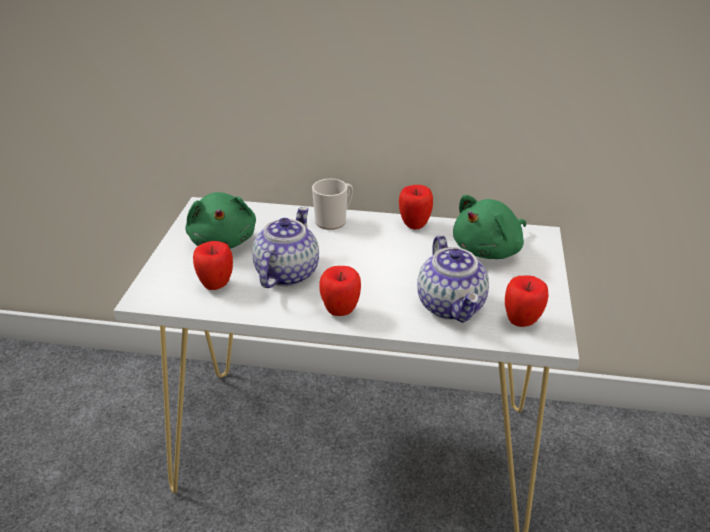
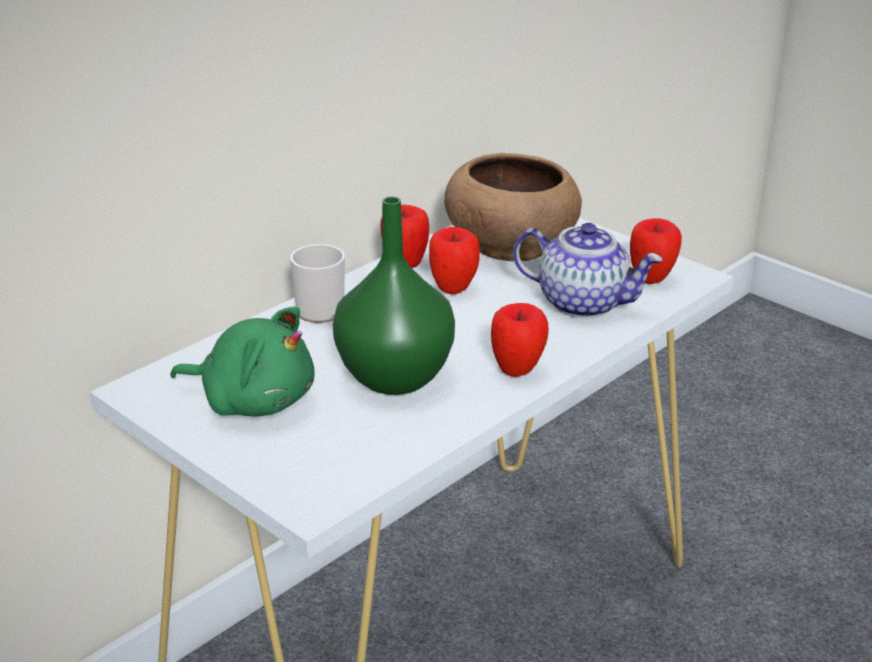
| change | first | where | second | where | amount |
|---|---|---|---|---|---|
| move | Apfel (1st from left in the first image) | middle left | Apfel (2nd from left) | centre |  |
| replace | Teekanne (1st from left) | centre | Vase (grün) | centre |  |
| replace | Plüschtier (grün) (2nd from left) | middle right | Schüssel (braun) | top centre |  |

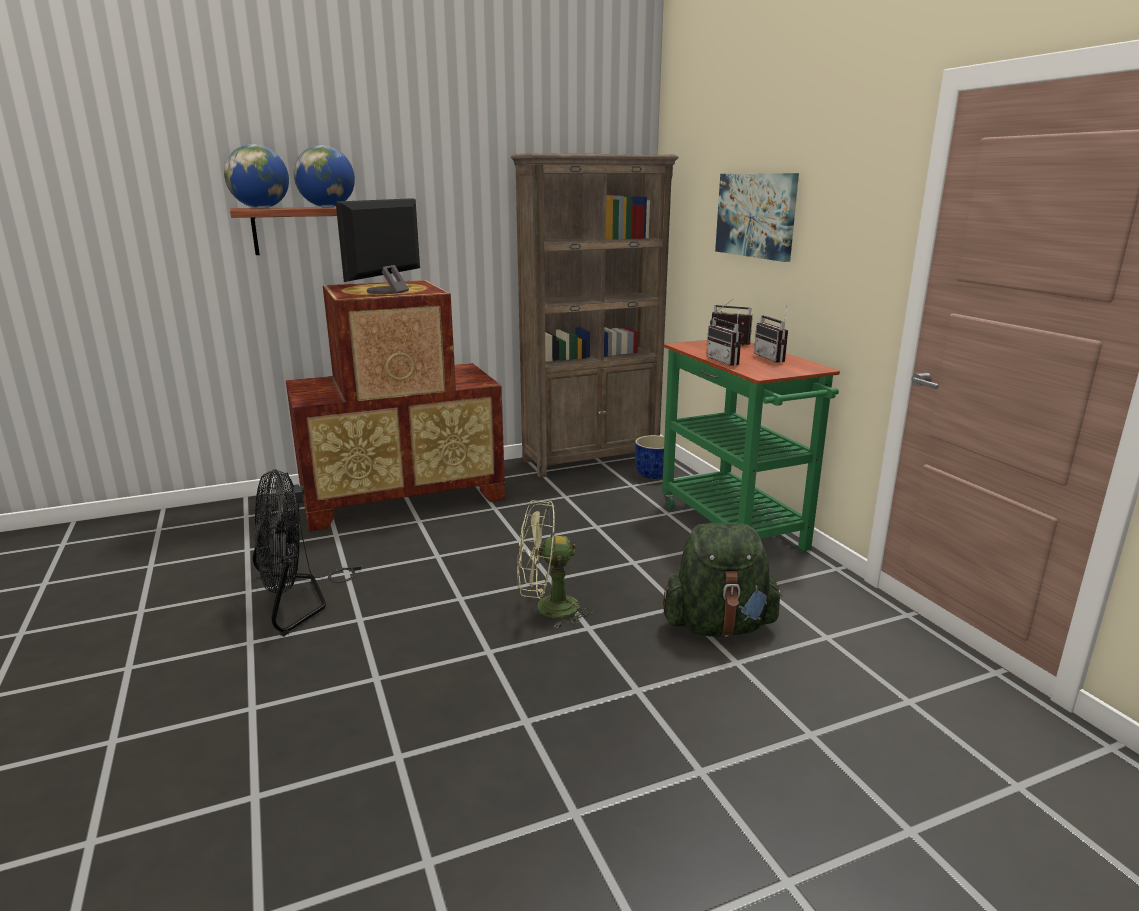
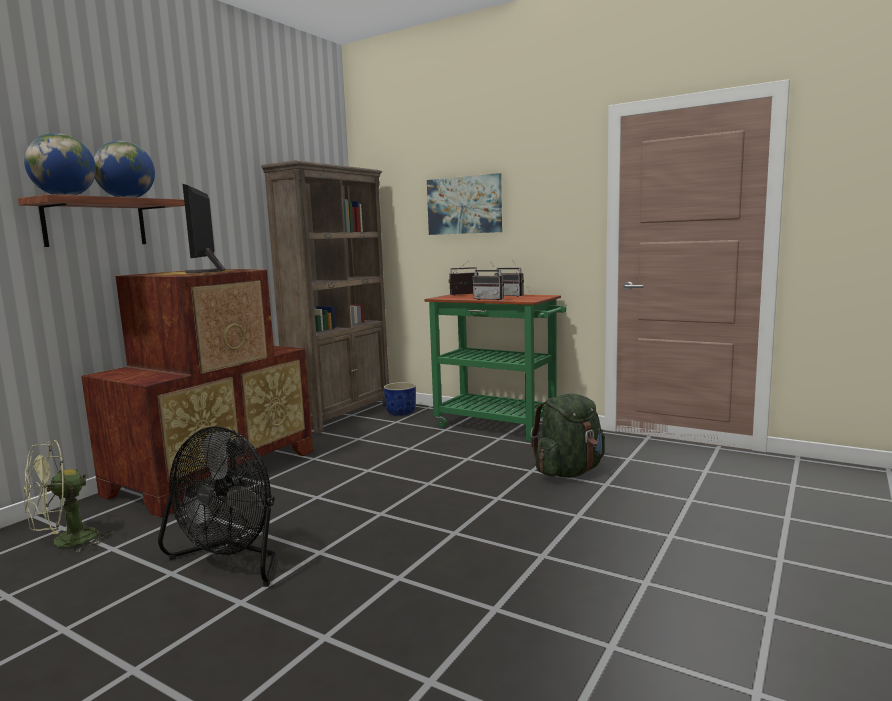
| change | first | where | second | where | amount |
|---|---|---|---|---|---|
| move | Ventilator (grün) | centre |  | bottom left |  |

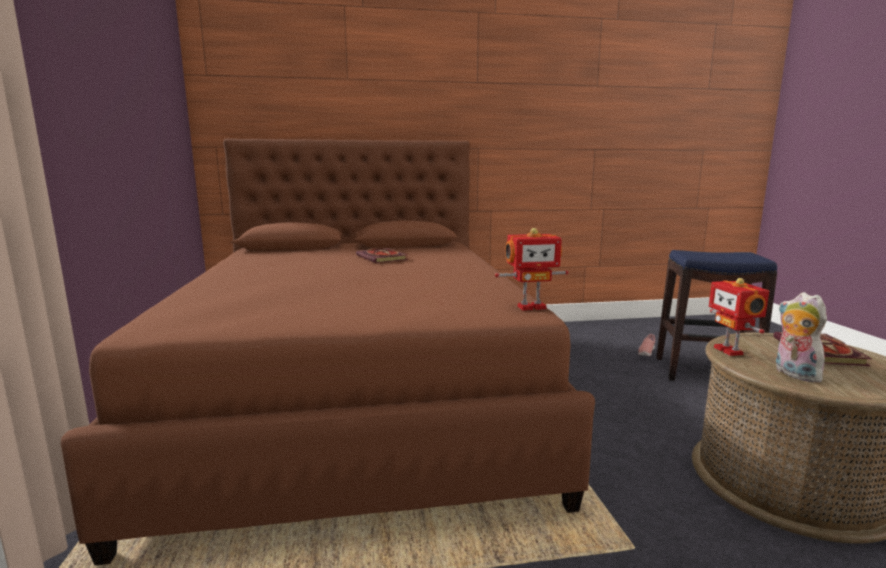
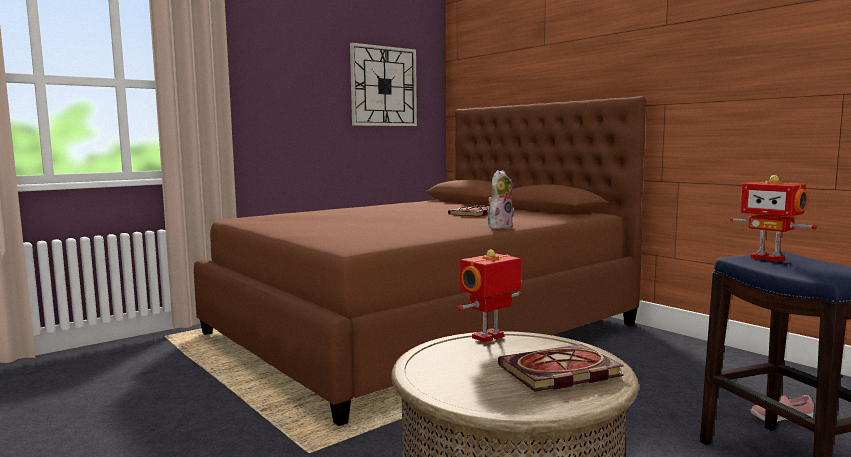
| change | first | where | second | where | amount |
|---|---|---|---|---|---|
| move | Spielzeugroboter (1st from left in the first image) | centre | Spielzeugroboter (2nd from left) | middle right |  |
| move | Plüschtier | middle right |  | centre |  |
| insert |  |  | Wanduhr | top centre |  |

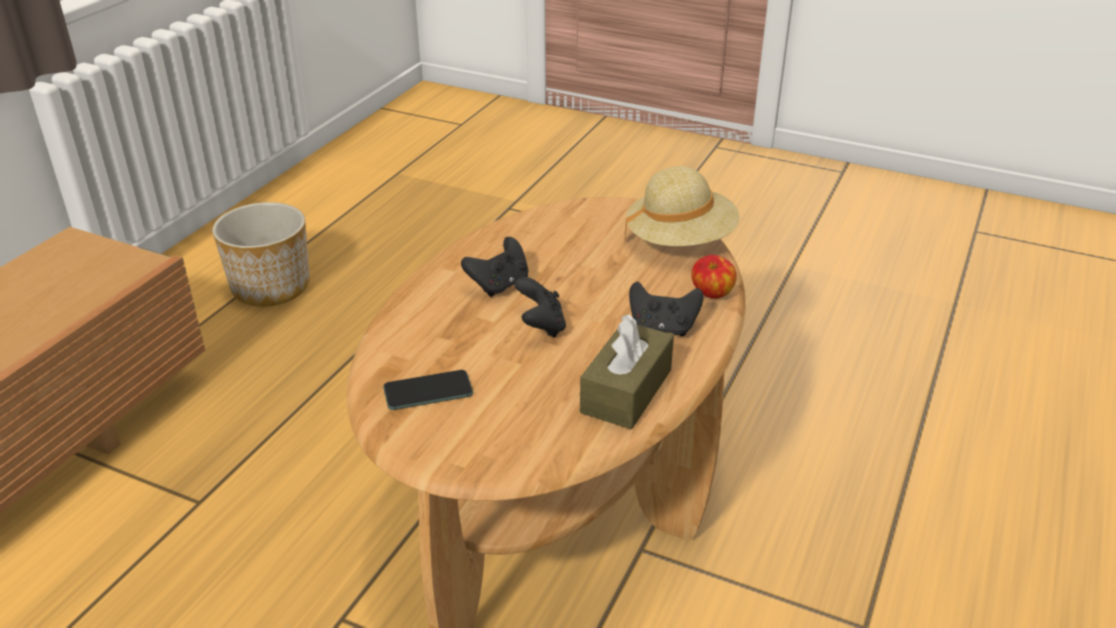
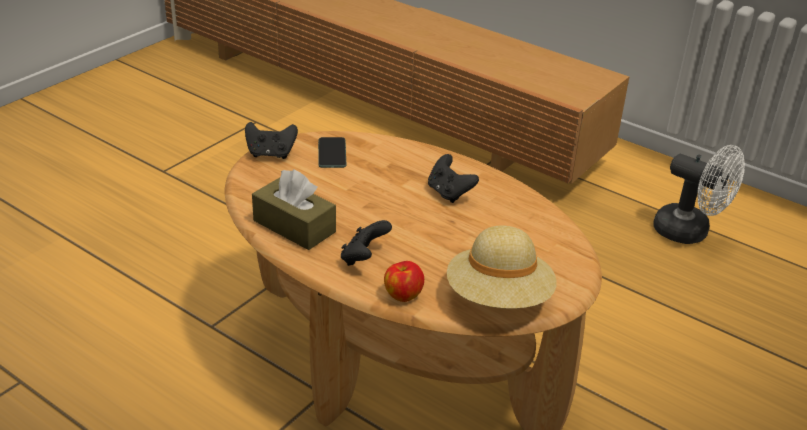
| change | first | where | second | where | amount |
|---|---|---|---|---|---|
| replace | Pflanzkübel | middle left | Ventilator (weiß) | middle right |  |
| move | Gamepad (schwarz) (2nd from left in the first image) | centre | Gamepad (schwarz) (1st from left) | top centre |  |

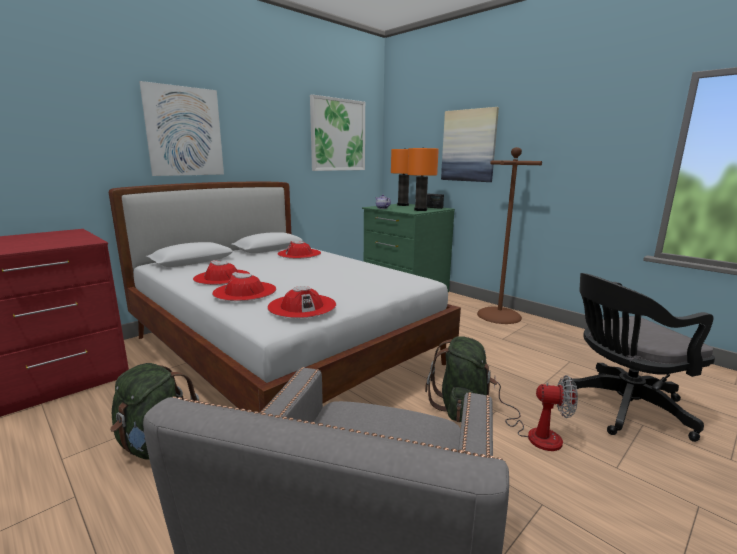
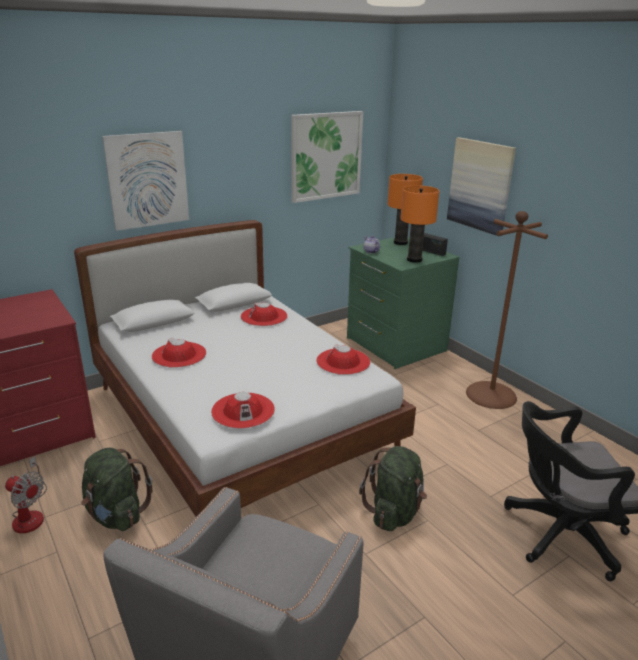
| change | first | where | second | where | amount |
|---|---|---|---|---|---|
| move | Hut (rot) (2nd from left in the first image) | middle left | Hut (rot) (4th from left) | centre |  |
| move | Ventilator | bottom right |  | bottom left |  |

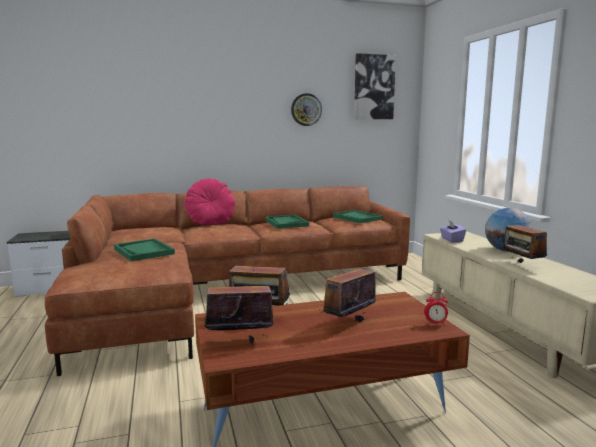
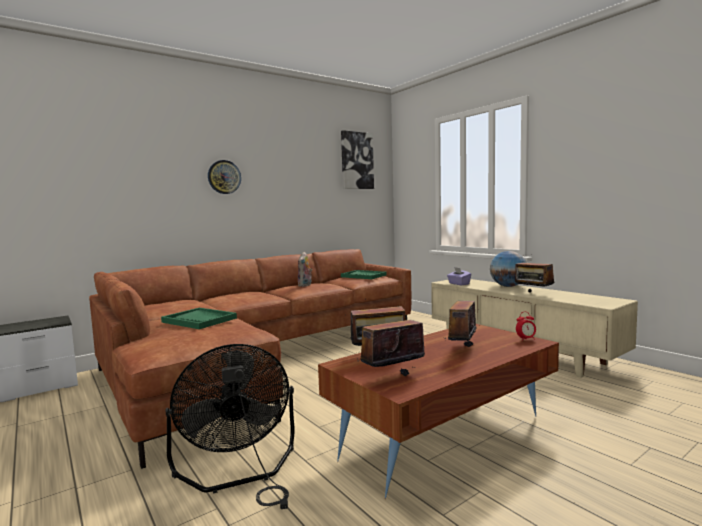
| change | first | where | second | where | amount |
|---|---|---|---|---|---|
| delete | Kissen (rosa) | centre |  |  |  |
| replace | Tablett (grün) (2nd from left) | centre | Plüschtier | centre |  |
| move | Wanduhr | top centre |  | middle left |  |
| insert |  |  | Ventilator (schwarz) | bottom left |  |

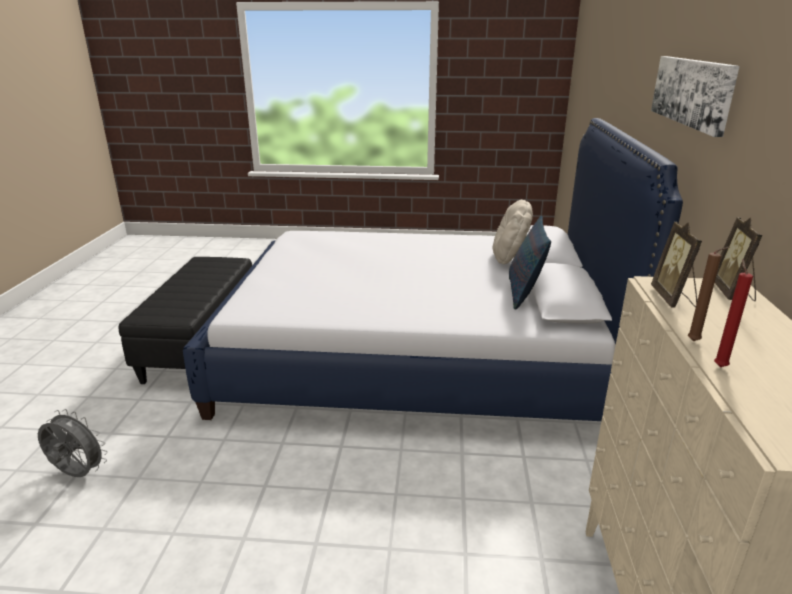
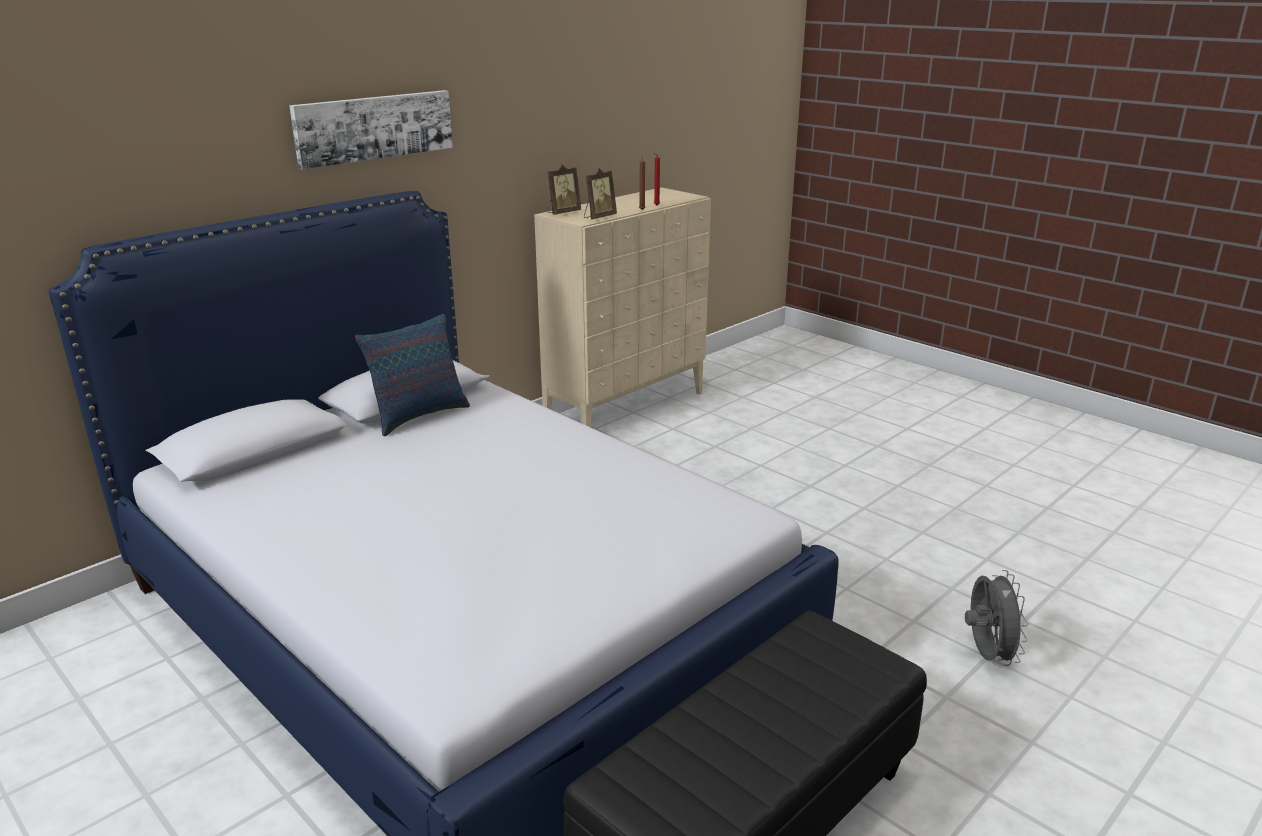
| change | first | where | second | where | amount |
|---|---|---|---|---|---|
| rotate | Ventilator (grau) | bottom left |  | bottom right | 150 degrees counterclockwise |
| delete | Kissen (beige) | centre |  |  |  |

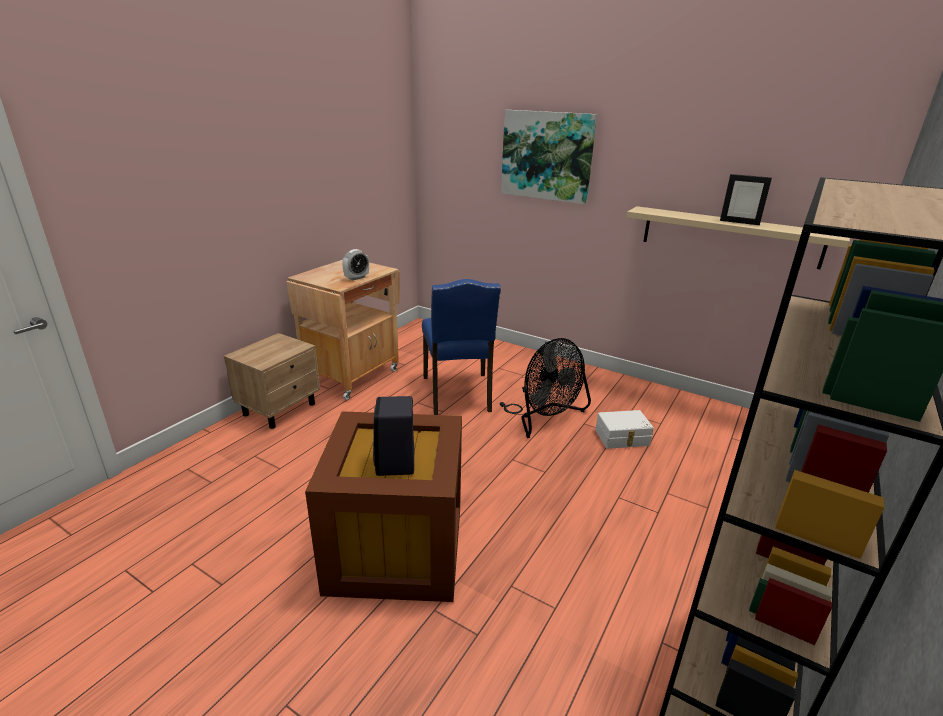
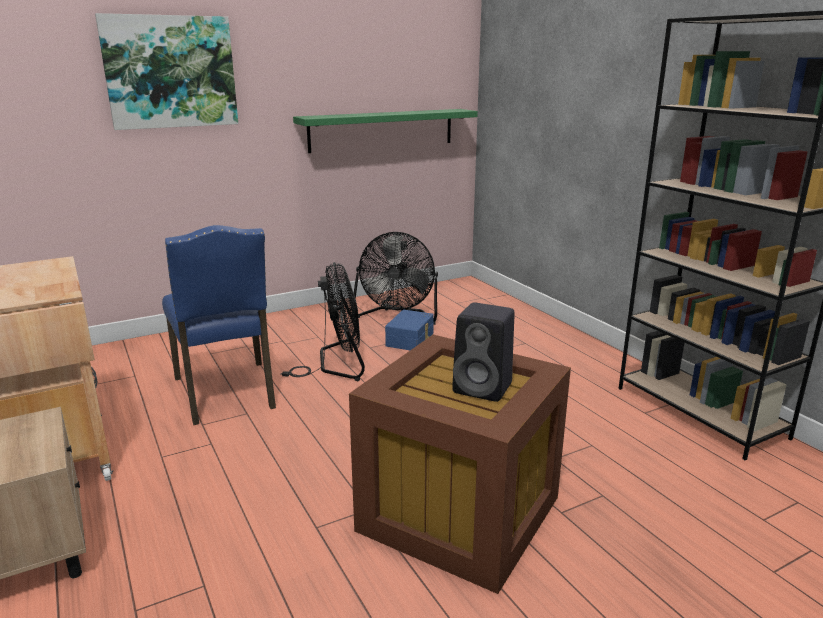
| change | first | where | second | where | amount |
|---|---|---|---|---|---|
| delete | Wecker | centre |  |  |  |
| rotate | Stuhl (blau) | centre |  | middle left | 45 degrees clockwise |
| recolor | Aufbewahrungsbox (weiß) | centre | Aufbewahrungsbox (blau) | centre |  |
| recolor | Wandregal (beige) | top right | Wandregal (grün) | top centre |  |
| delete | Bilderrahmen | top right |  |  |  |
| insert |  |  | Ventilator (schwarz) (2nd from left) | centre |  |

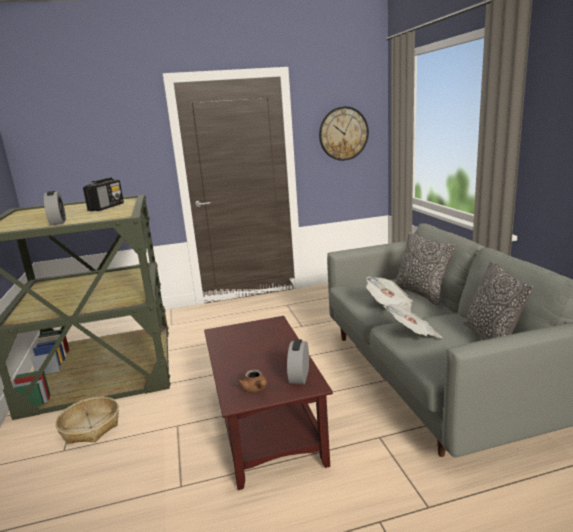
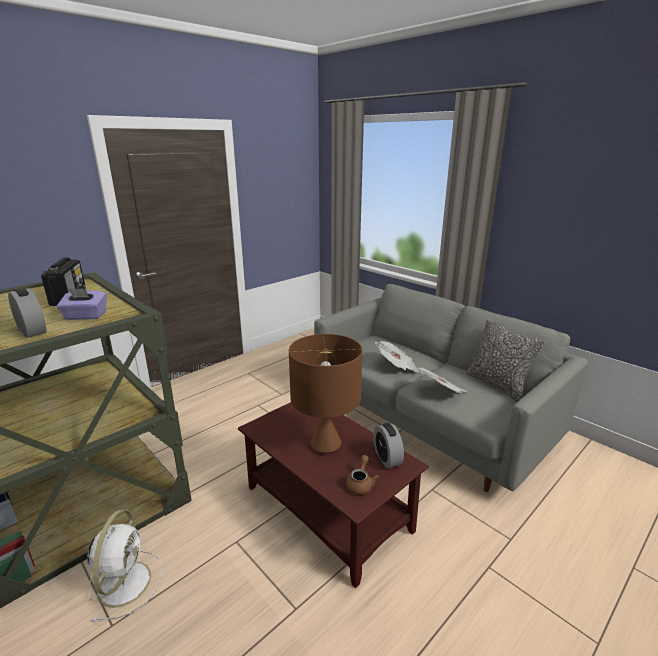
| change | first | where | second | where | amount |
|---|---|---|---|---|---|
| replace | Korb | bottom left | Ventilator (weiß) | bottom left |  |
| rotate | Teekanne (braun) | bottom centre |  | bottom centre | 105 degrees counterclockwise |
| delete | Wanduhr | top centre |  |  |  |
| delete | Kissen (1st from left) | middle right |  |  |  |
| insert |  |  | Taschentuchbox (lila) | middle left |  |
| insert |  |  | Tischlampe (braun) | centre |  |

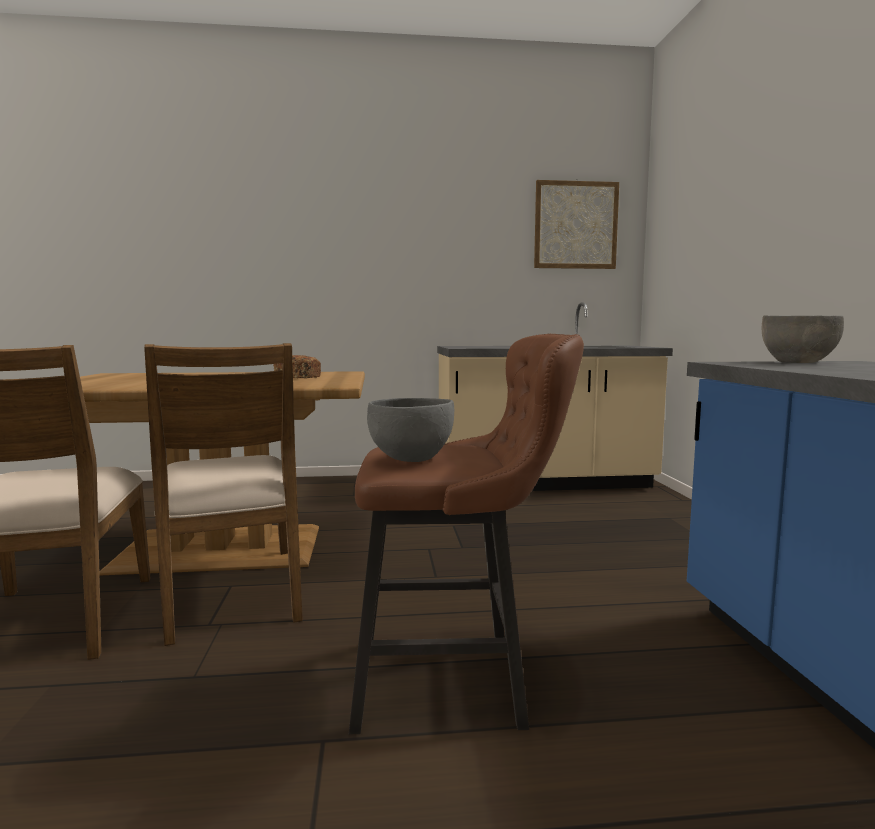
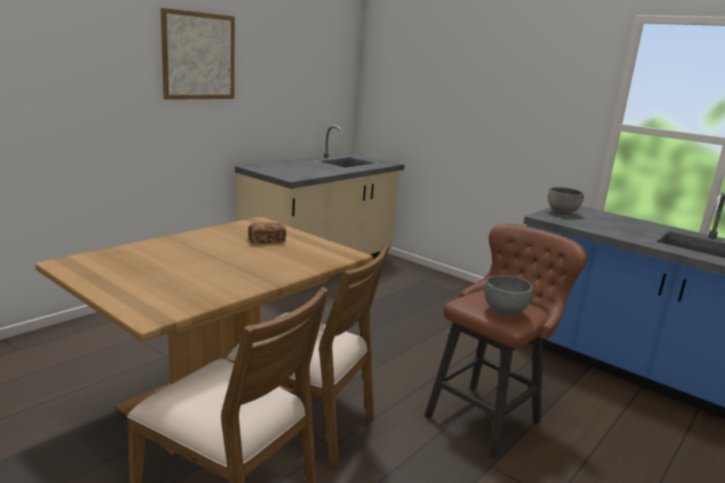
| change | first | where | second | where | amount |
|---|---|---|---|---|---|
| move | Bild | top centre |  | top left |  |

